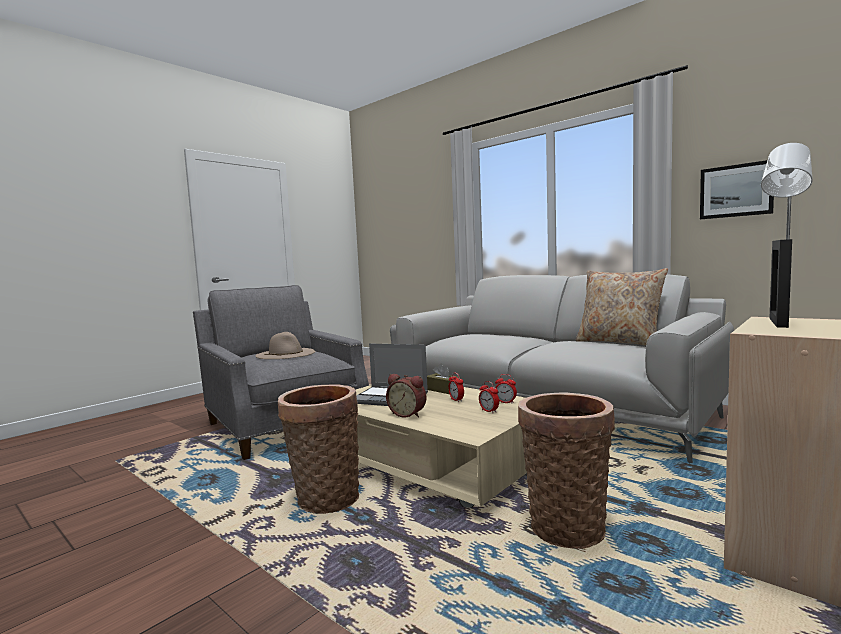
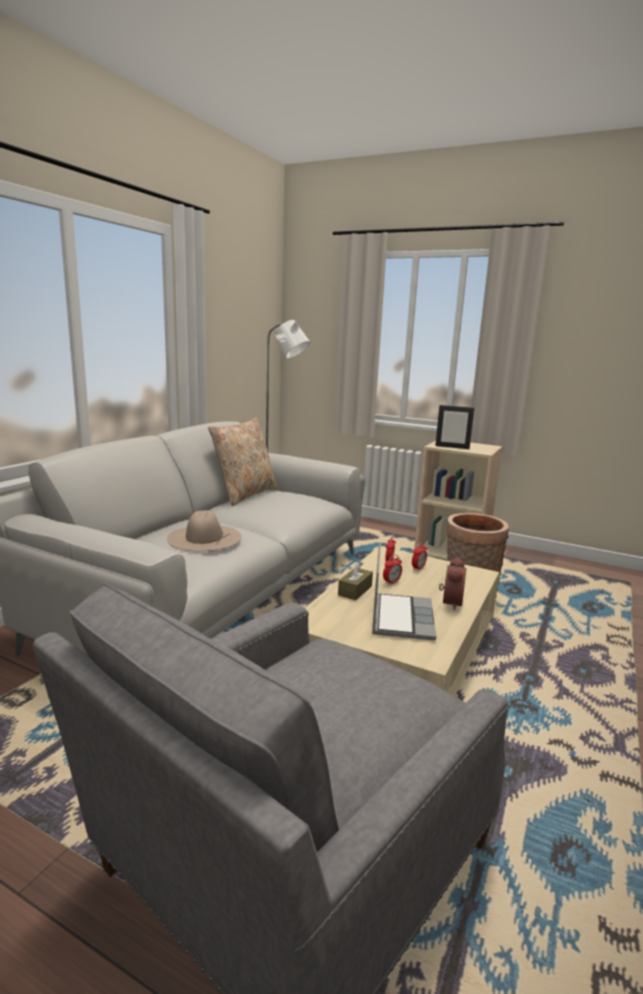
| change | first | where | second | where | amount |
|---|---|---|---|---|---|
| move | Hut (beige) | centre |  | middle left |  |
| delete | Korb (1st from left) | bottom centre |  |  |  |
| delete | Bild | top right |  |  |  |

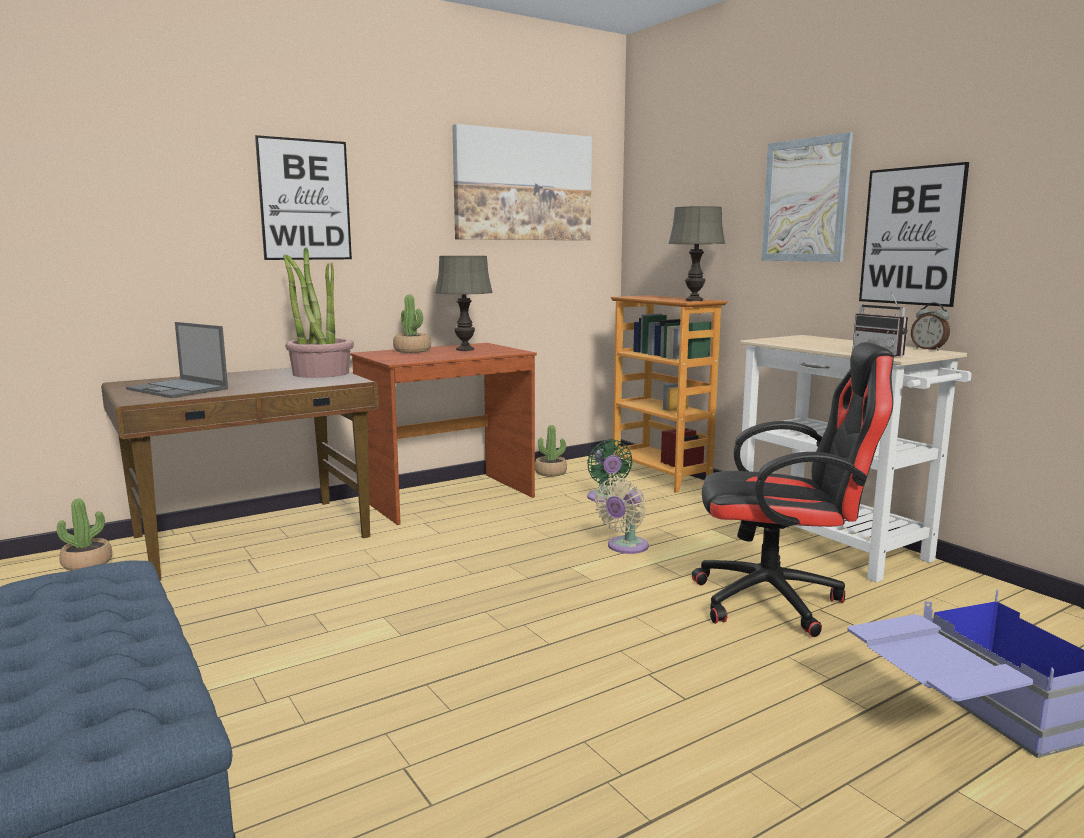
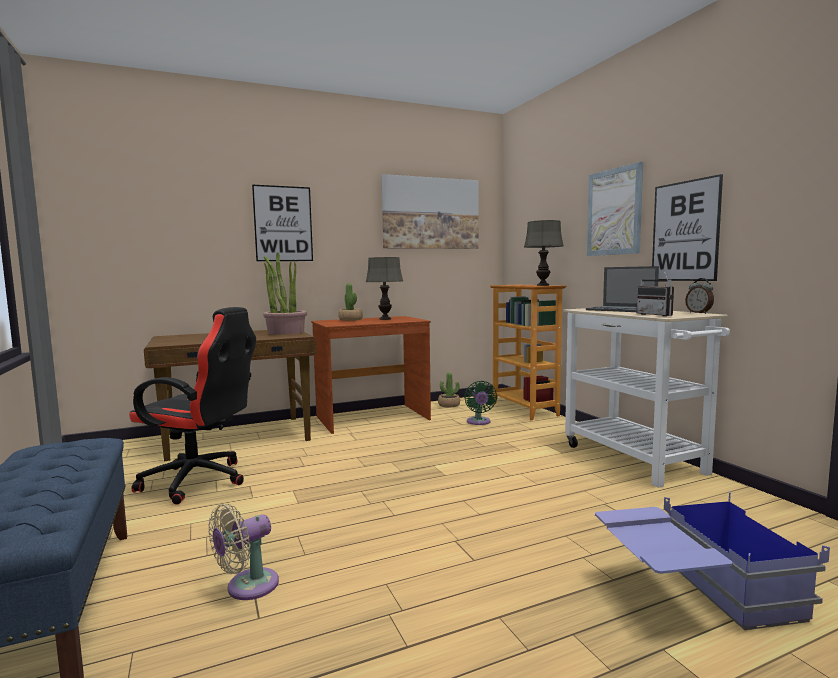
| change | first | where | second | where | amount |
|---|---|---|---|---|---|
| delete | Topfpflanze (1st from left) | middle left |  |  |  |
| move | Laptop | middle left |  | middle right |  |
| move | Ventilator (beige) | centre |  | bottom left |  |
| move | Bürostuhl (schwarz) | middle right |  | middle left |  |

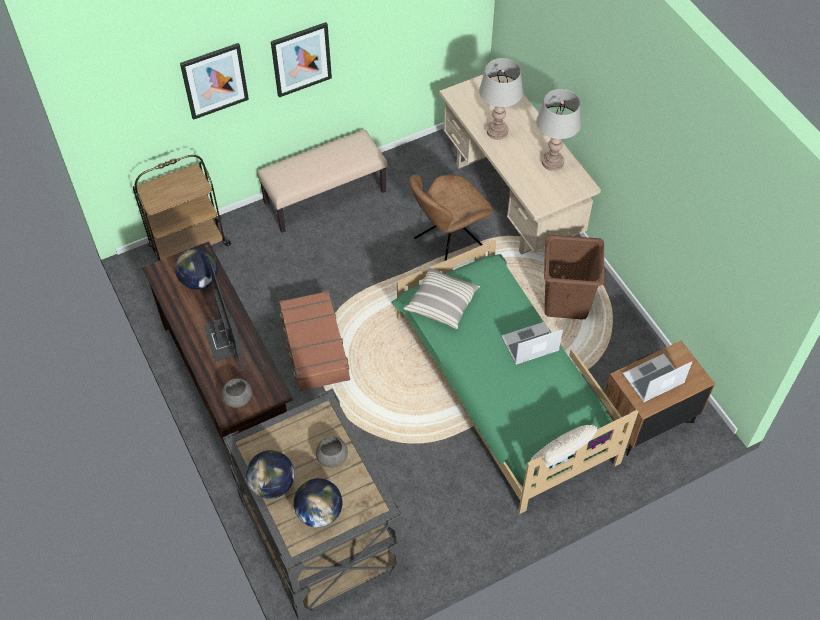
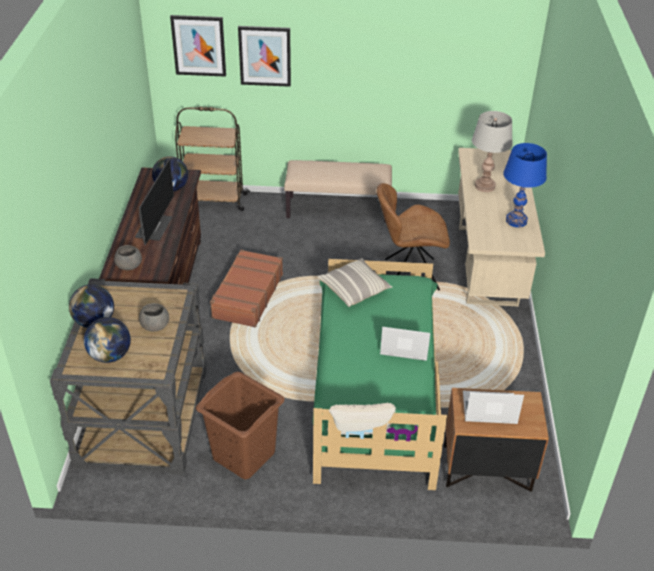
| change | first | where | second | where | amount |
|---|---|---|---|---|---|
| move | Bild (2nd from left in the first image) | top centre | Bild (1st from left) | top left |  |
| recolor | Tischlampe (grau) (2nd from left) | top right | Tischlampe (blau) | top right |  |
| move | Wäschekorb (braun) | middle right |  | bottom centre |  |

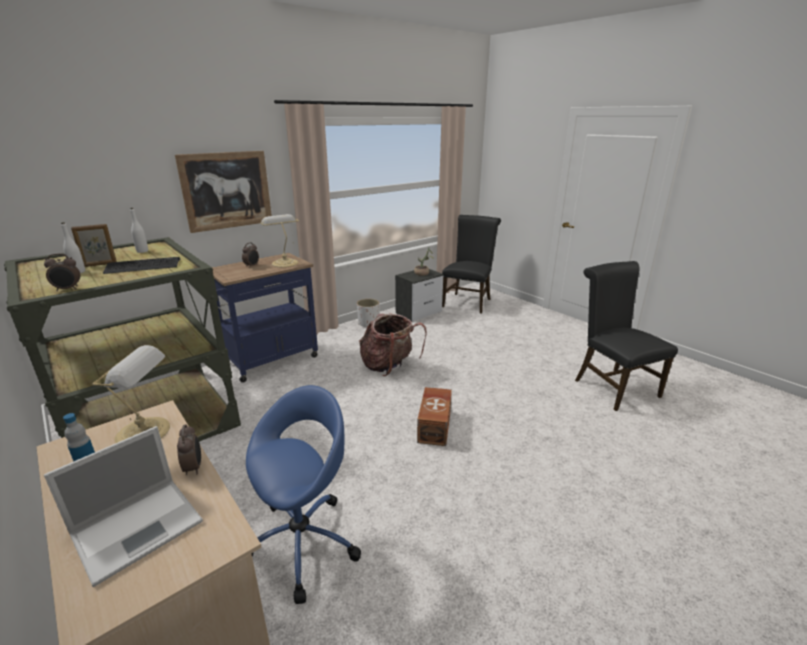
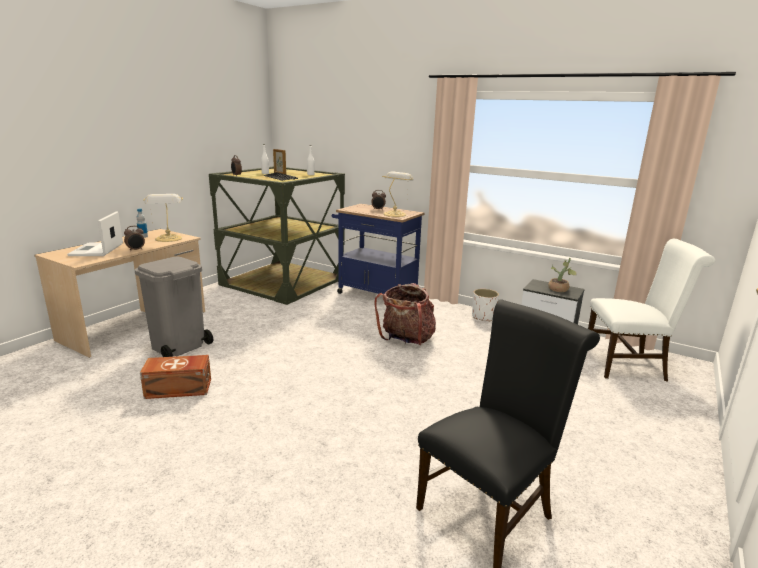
| change | first | where | second | where | amount |
|---|---|---|---|---|---|
| rotate | Laptop | bottom left |  | middle left | 60 degrees clockwise |
| delete | Bild | top left |  |  |  |
| replace | Bürostuhl (blau) | bottom centre | Mülleimer (grau) | middle left |  |
| move | Aufbewahrungsbox (braun) | centre |  | middle left |  |
| recolor | Stuhl (schwarz) (1st from left) | centre | Stuhl (weiß) | middle right |  |

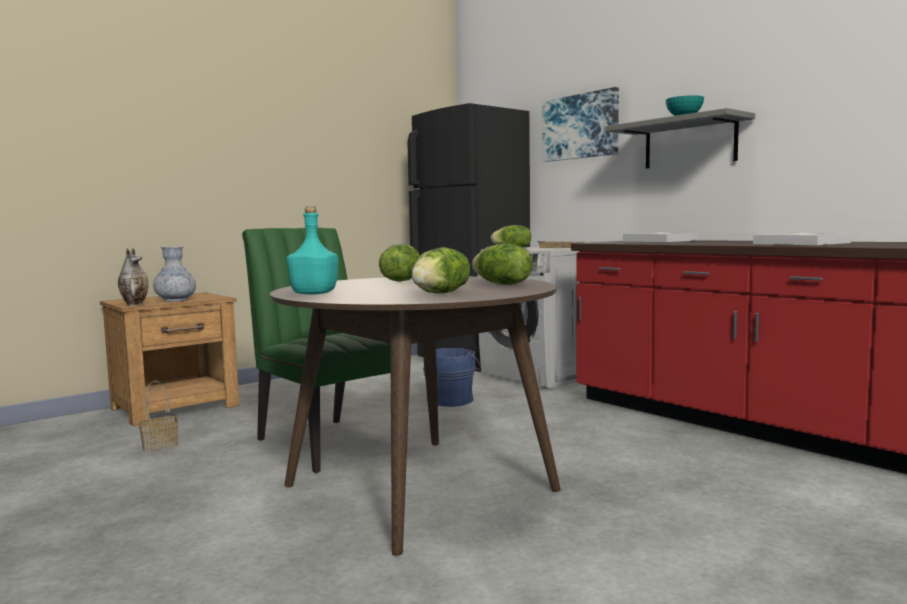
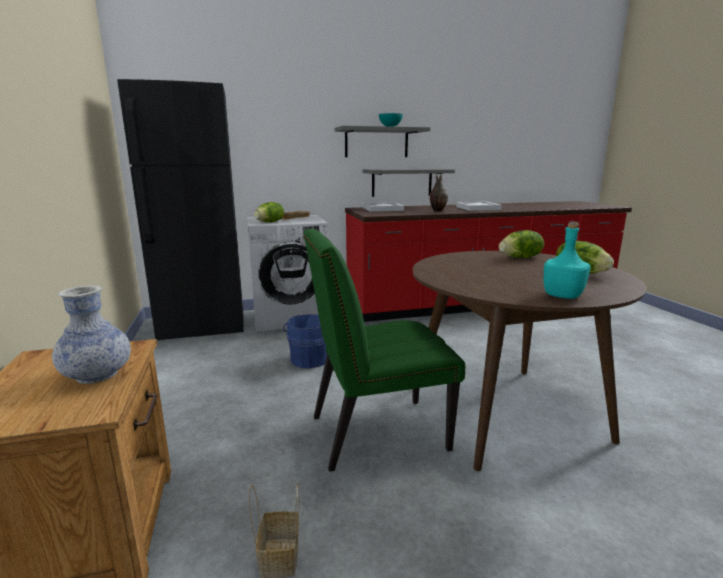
| change | first | where | second | where | amount |
|---|---|---|---|---|---|
| move | Vase (1st from left in the first image) | middle left | Vase (2nd from left) | centre |  |
| delete | Salatkopf (1st from left) | centre |  |  |  |
| delete | Bild | top centre |  |  |  |
| insert |  |  | Wandregal (grau) (2nd from left) | top centre |  |

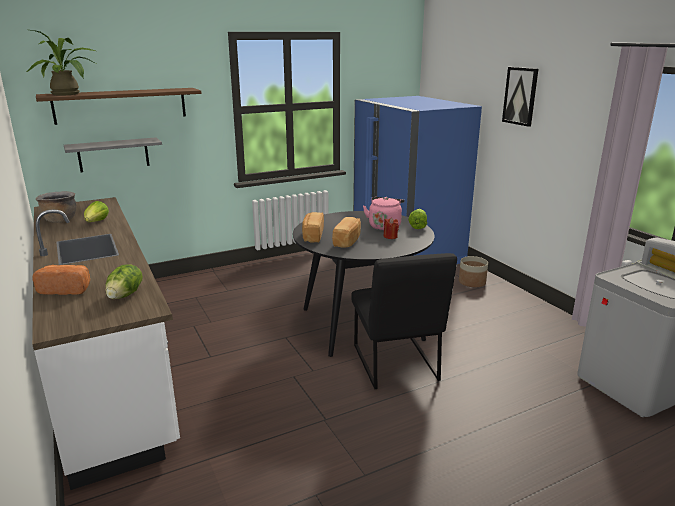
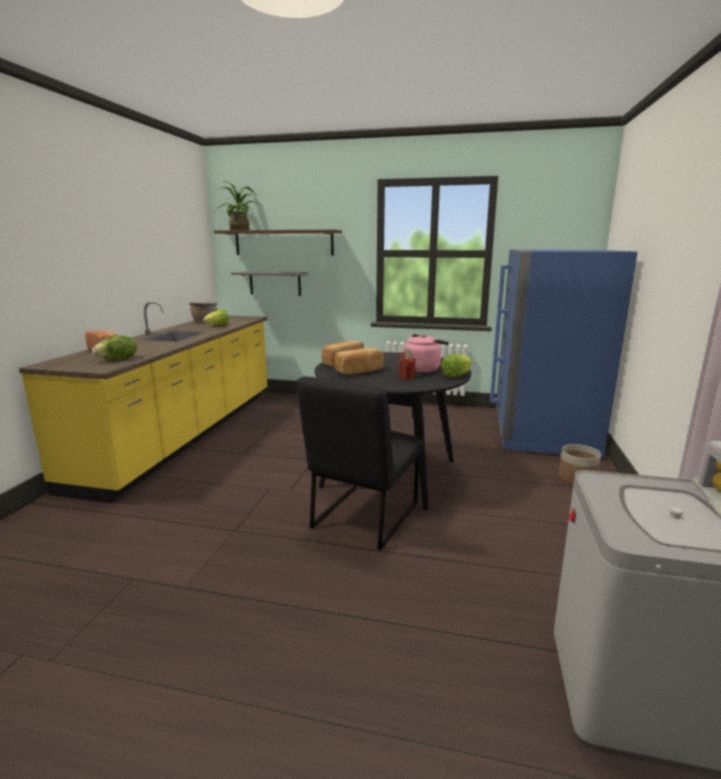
| change | first | where | second | where | amount |
|---|---|---|---|---|---|
| recolor | Küchenzeile (weiß) | bottom left | Küchenzeile (gelb) | middle left |  |
| delete | Bild | top right |  |  |  |

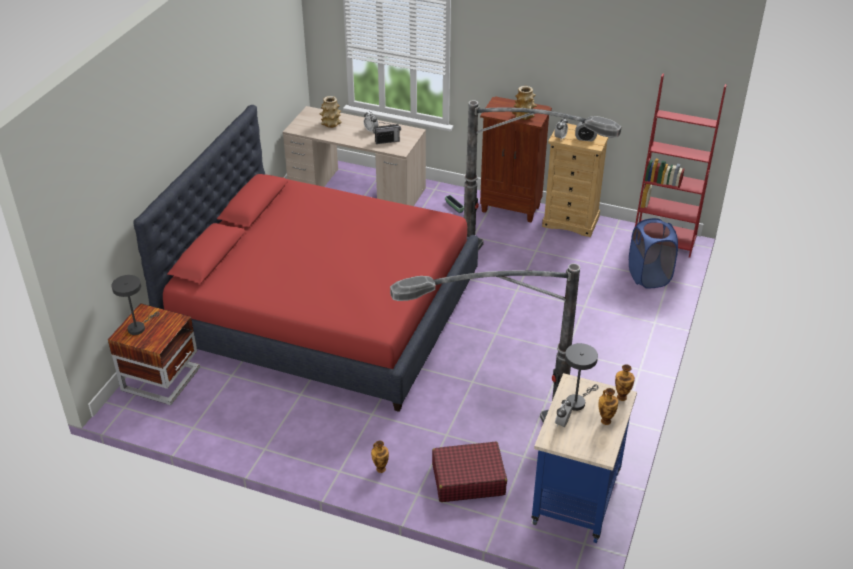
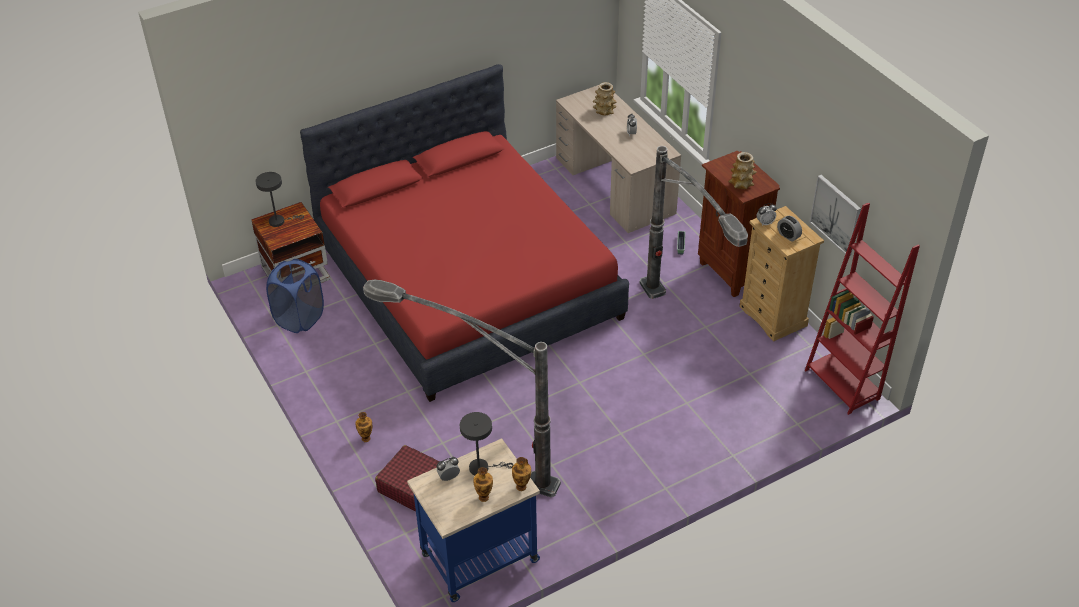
| change | first | where | second | where | amount |
|---|---|---|---|---|---|
| delete | Radio | top centre |  |  |  |
| move | Wäschekorb (blau) | middle right |  | middle left |  |
| insert |  |  | Bild | middle right |  |

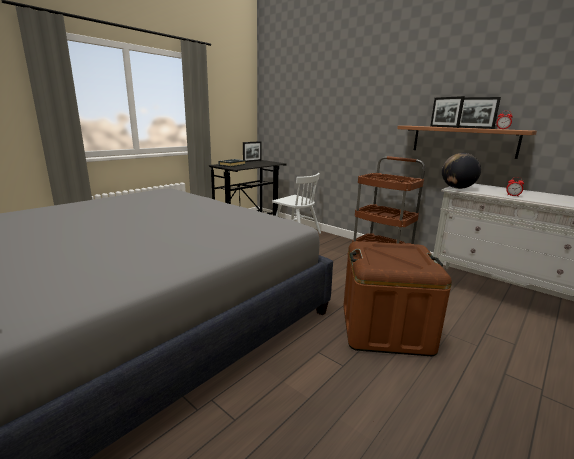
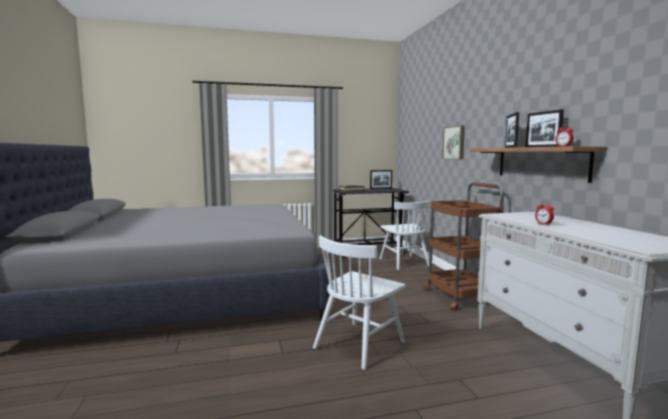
| change | first | where | second | where | amount |
|---|---|---|---|---|---|
| replace | Aufbewahrungsbox (braun) | middle right | Stuhl (weiß) (1st from left) | bottom centre |  |
| delete | Globus | middle right |  |  |  |
| insert |  |  | Bild | middle right |  |

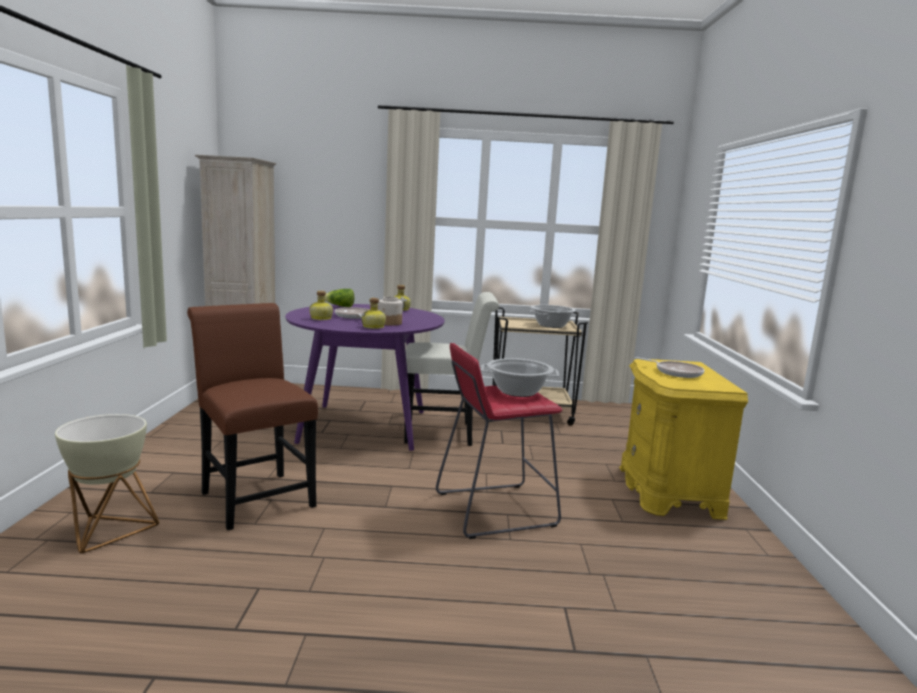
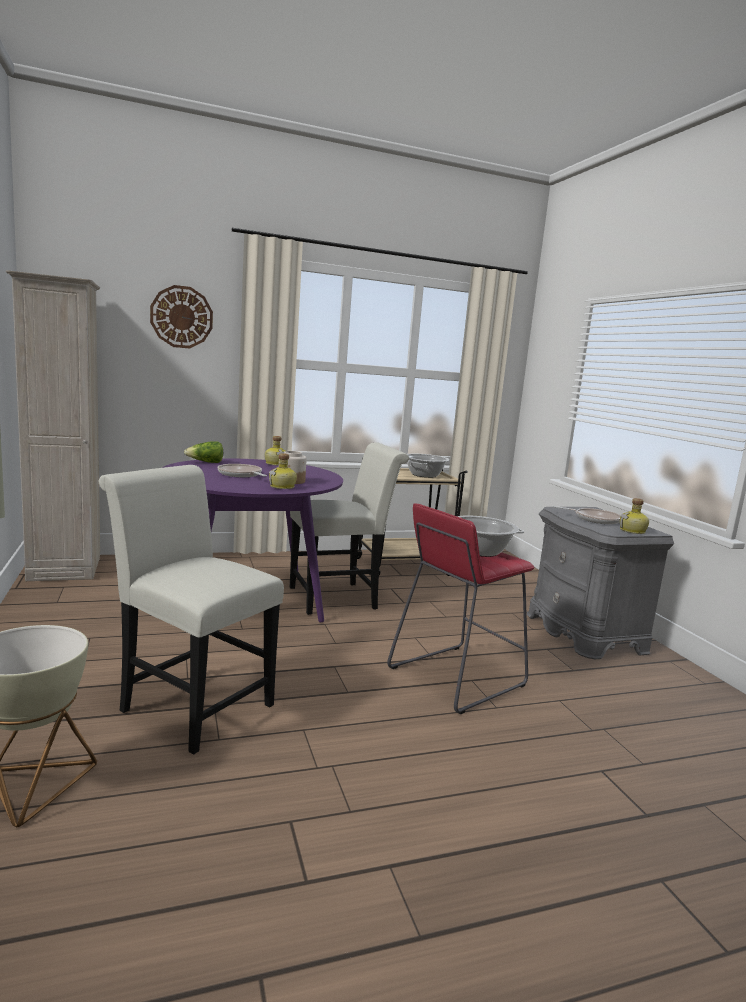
| change | first | where | second | where | amount |
|---|---|---|---|---|---|
| recolor | Stuhl (braun) | middle left | Stuhl (weiß) (1st from left) | middle left |  |
| move | Flasche (1st from left in the first image) | centre | Flasche (3rd from left) | middle right |  |
| recolor | Nachttisch (gelb) | middle right | Nachttisch (grau) | middle right |  |
| insert |  |  | Wanduhr | top left |  |

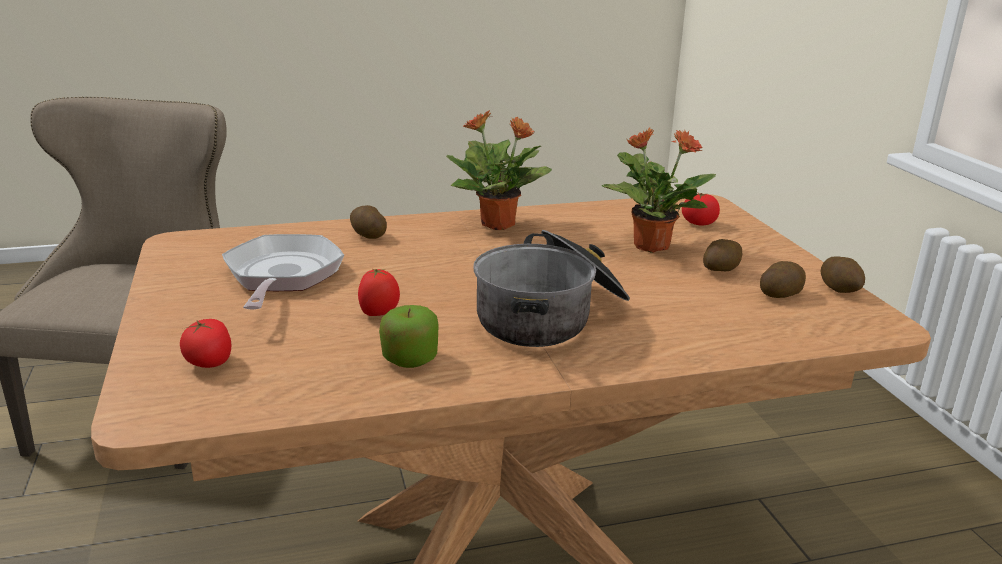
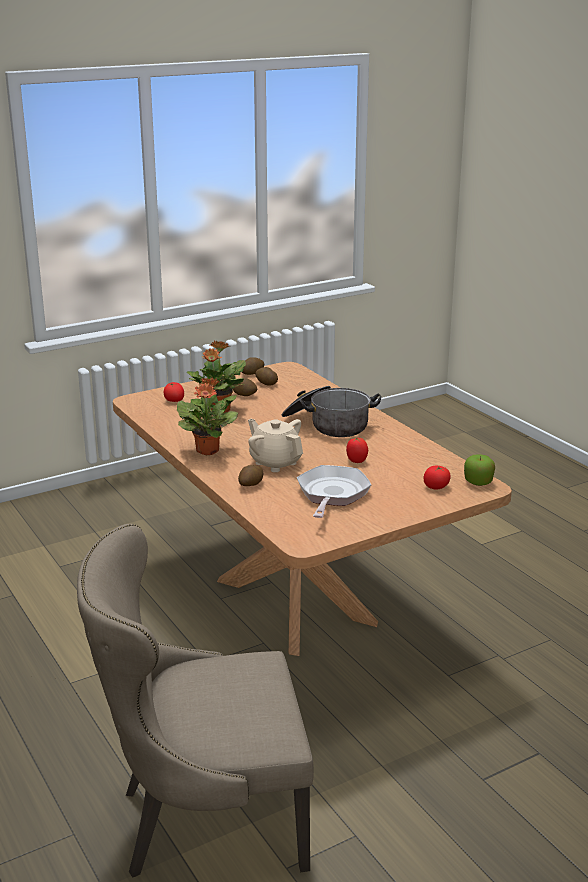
| change | first | where | second | where | amount |
|---|---|---|---|---|---|
| rotate | Pfanne | middle left |  | centre | 120 degrees clockwise |
| move | Apfel | centre |  | middle right |  |
| insert |  |  | Teekanne (beige) | centre |  |

